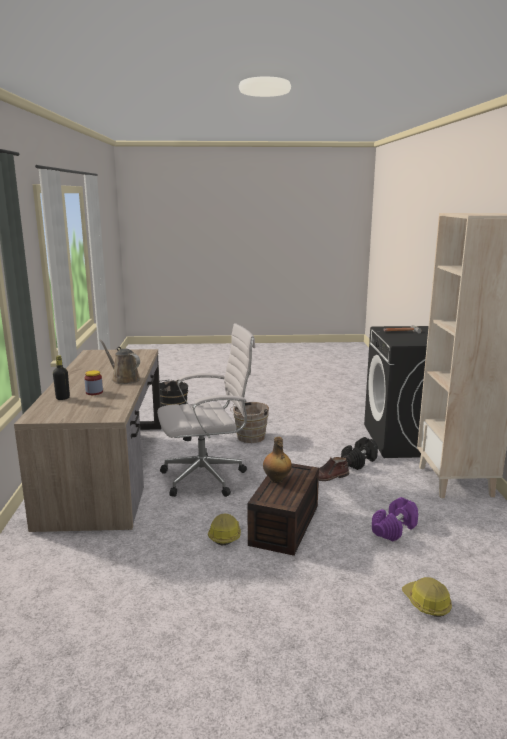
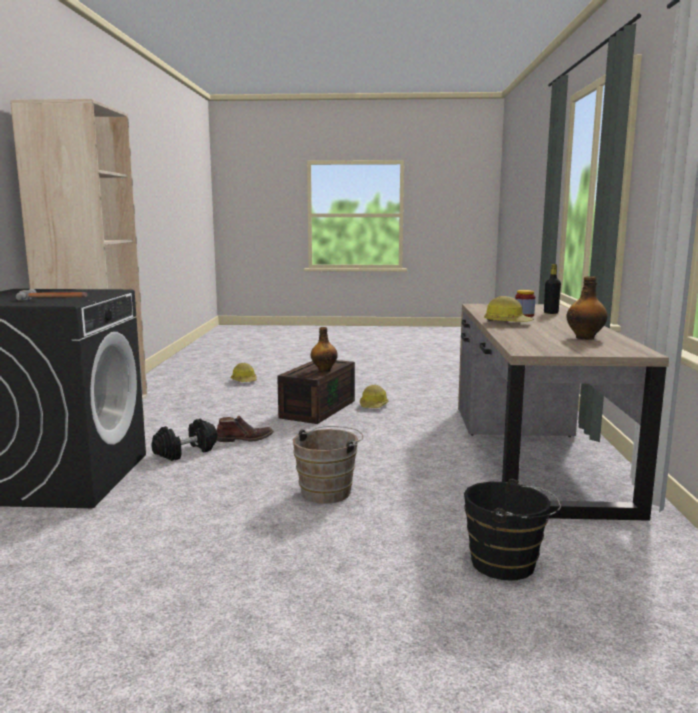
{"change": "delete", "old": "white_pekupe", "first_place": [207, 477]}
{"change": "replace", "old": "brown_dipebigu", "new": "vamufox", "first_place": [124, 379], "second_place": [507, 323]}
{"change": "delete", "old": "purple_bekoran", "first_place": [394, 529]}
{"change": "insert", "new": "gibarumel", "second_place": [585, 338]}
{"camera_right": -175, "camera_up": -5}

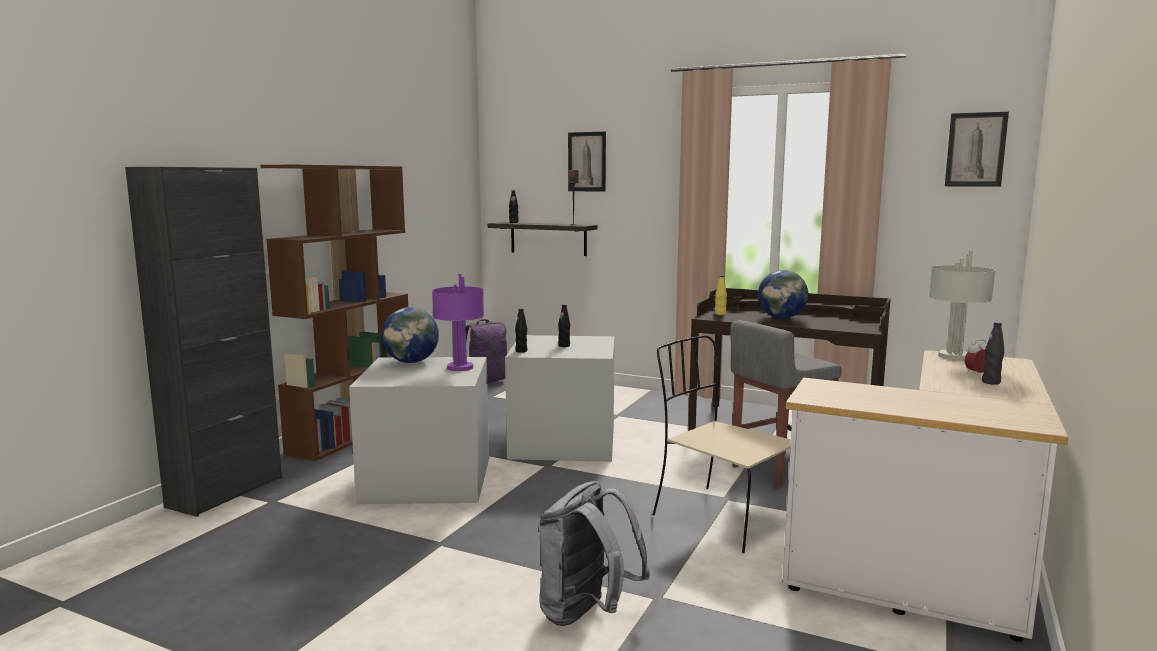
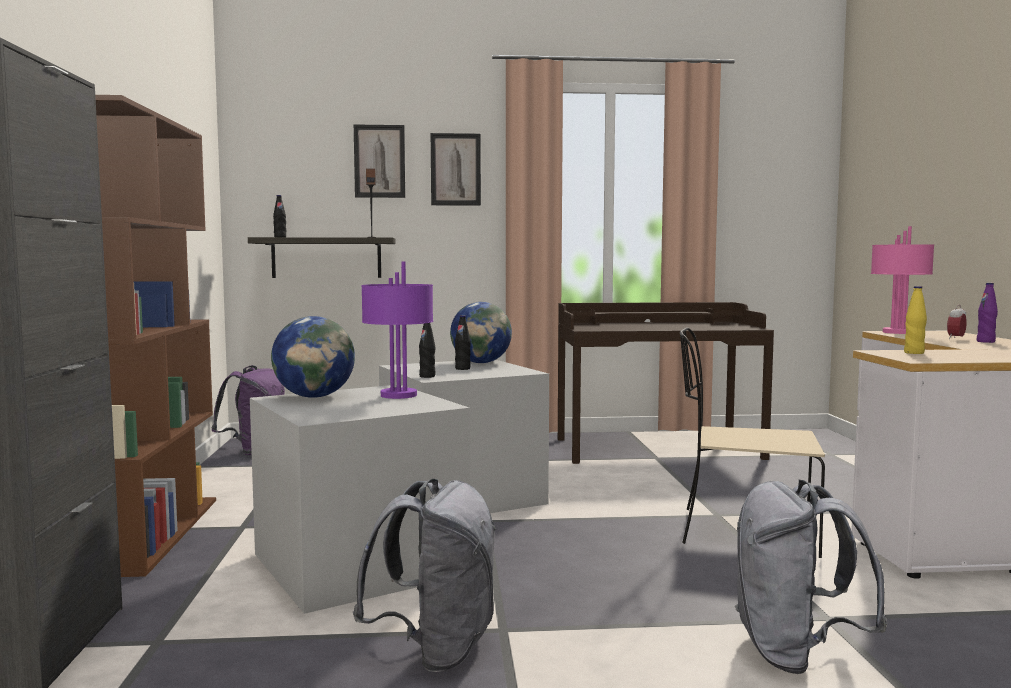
{"change": "move", "old": "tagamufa", "first_place": [975, 149], "second_place": [455, 169]}
{"change": "recolor", "old": "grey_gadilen", "new": "pink_gadilen", "first_place": [953, 357], "second_place": [897, 332]}
{"change": "move", "old": "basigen", "first_place": [781, 318], "second_place": [481, 362]}
{"change": "move", "old": "yellow_gibarumel", "first_place": [720, 314], "second_place": [914, 353]}
{"change": "delete", "old": "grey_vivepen", "first_place": [779, 470]}
{"change": "recolor", "old": "black_gibarumel", "new": "purple_gibarumel", "first_place": [991, 382], "second_place": [985, 341]}
{"change": "insert", "new": "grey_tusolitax", "second_place": [435, 650]}
{"camera_right": -30, "camera_up": -5}

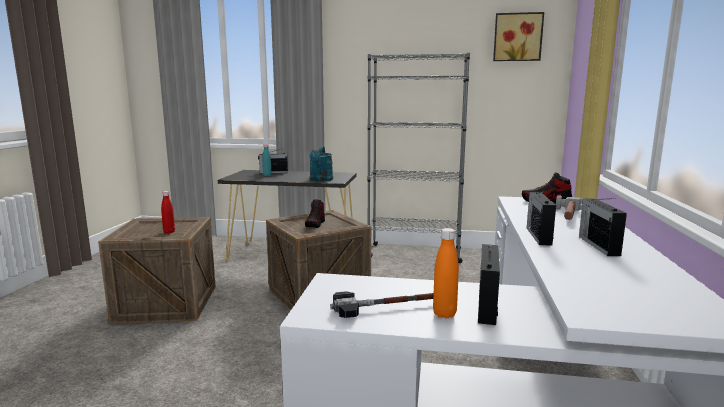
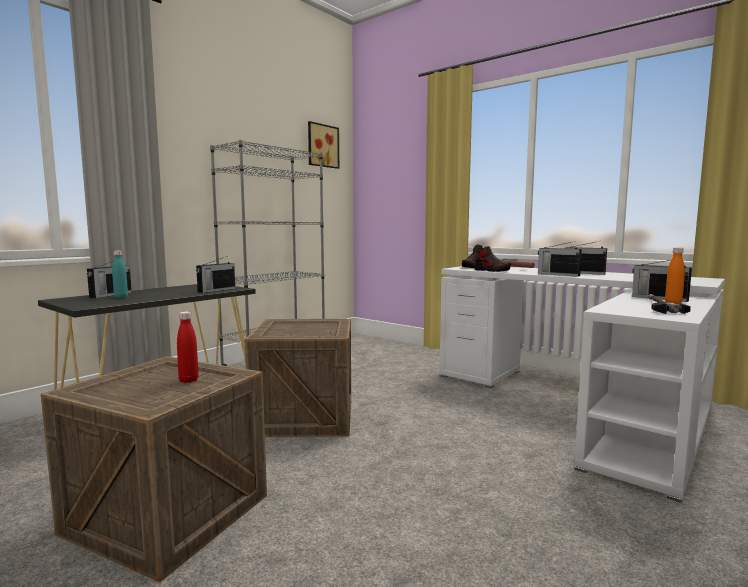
{"change": "replace", "old": "turquoise_dipebigu", "new": "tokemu", "first_place": [321, 180], "second_place": [216, 290]}
{"change": "move", "old": "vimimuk", "first_place": [315, 224], "second_place": [492, 270]}
{"camera_right": -60, "camera_up": -5}

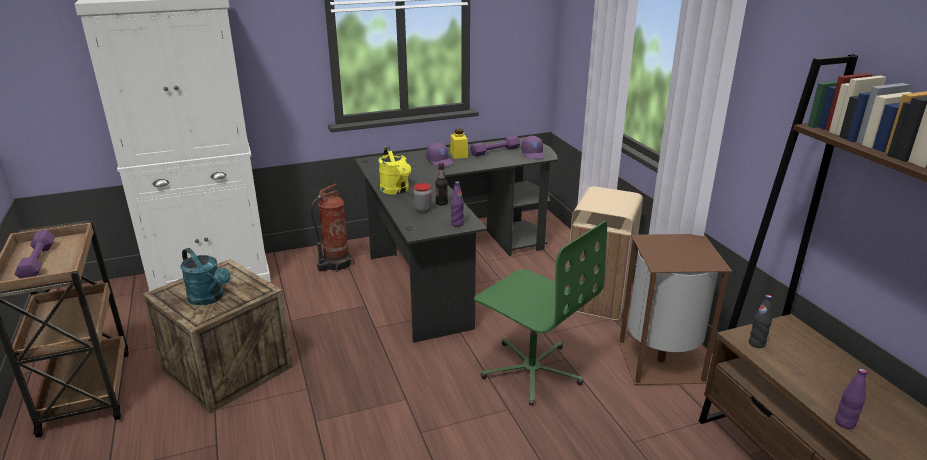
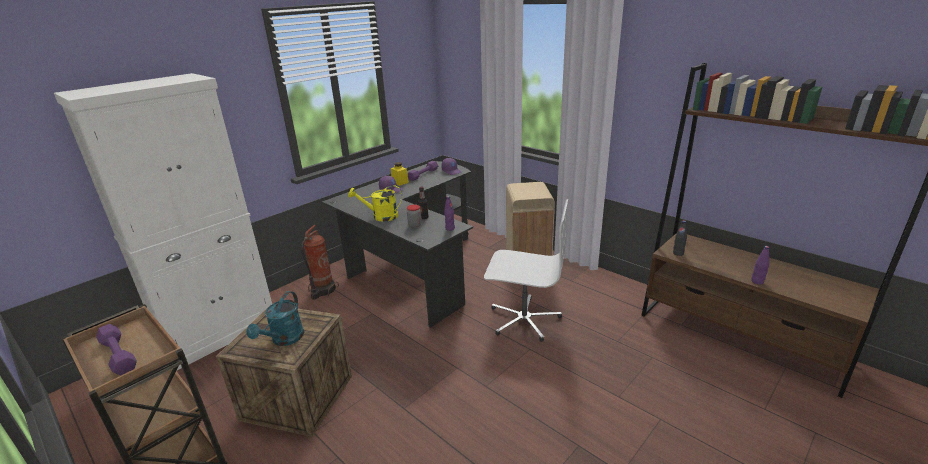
{"change": "rotate", "old": "yellow_dipebigu", "first_place": [396, 190], "second_place": [380, 217], "degrees": 135}
{"change": "recolor", "old": "green_pekupe", "new": "white_pekupe", "first_place": [531, 370], "second_place": [524, 319]}
{"change": "delete", "old": "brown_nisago", "first_place": [662, 362]}
{"change": "rotate", "old": "turquoise_dipebigu", "first_place": [209, 298], "second_place": [284, 340], "degrees": 90}
{"camera_right": -25, "camera_up": 0}

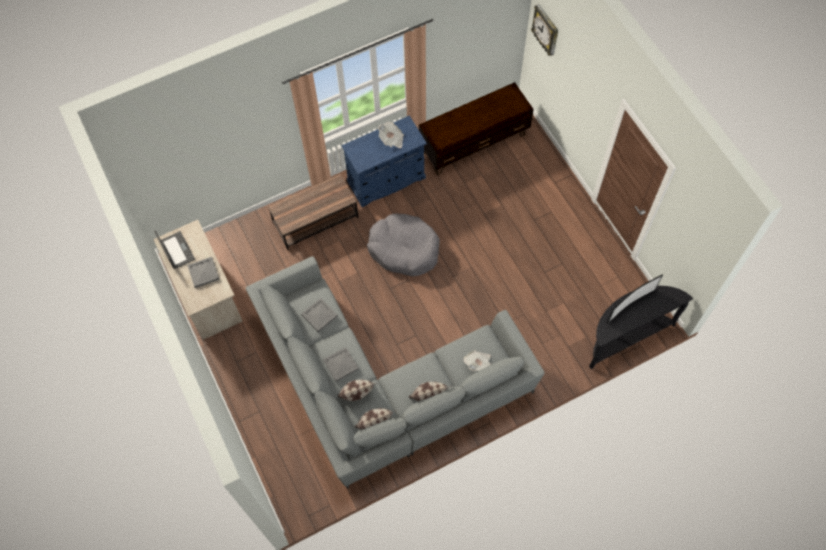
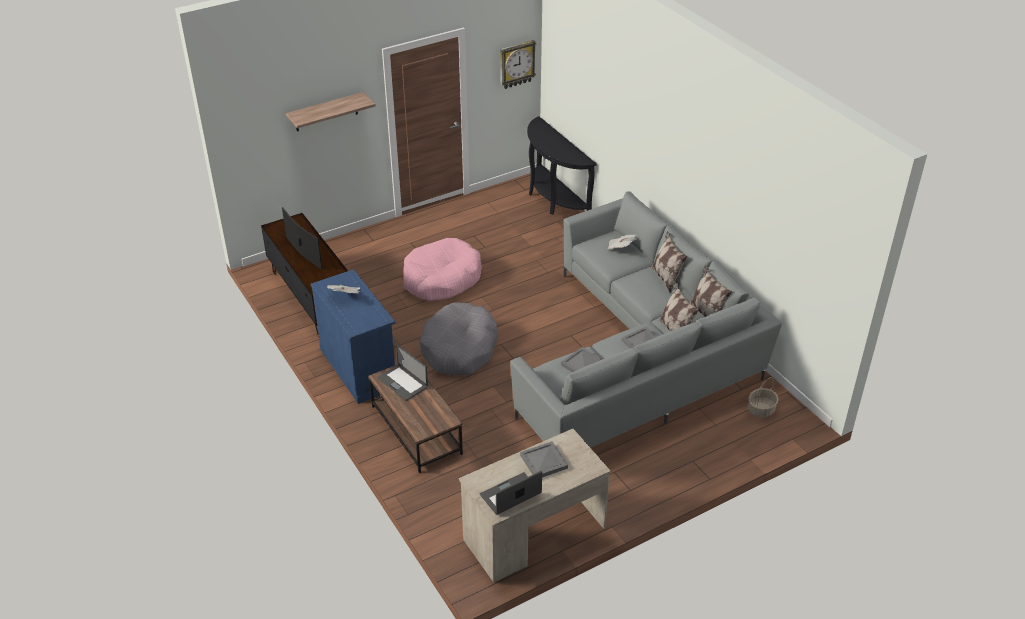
{"change": "move", "old": "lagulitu", "first_place": [546, 31], "second_place": [516, 64]}
{"change": "move", "old": "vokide", "first_place": [629, 304], "second_place": [301, 254]}
{"change": "insert", "new": "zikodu", "second_place": [326, 112]}
{"change": "insert", "new": "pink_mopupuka", "second_place": [441, 279]}
{"change": "insert", "new": "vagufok", "second_place": [403, 382]}
{"change": "insert", "new": "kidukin", "second_place": [761, 410]}
{"camera_right": -95, "camera_up": -25}

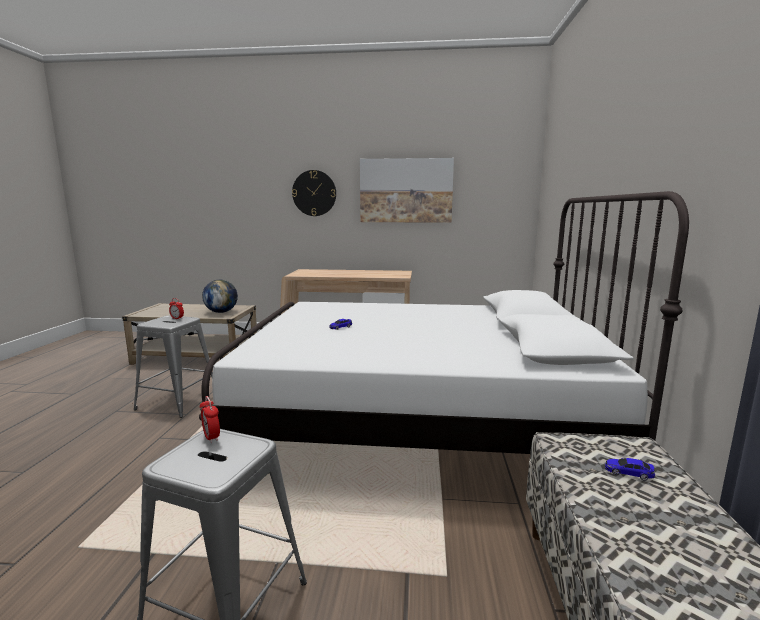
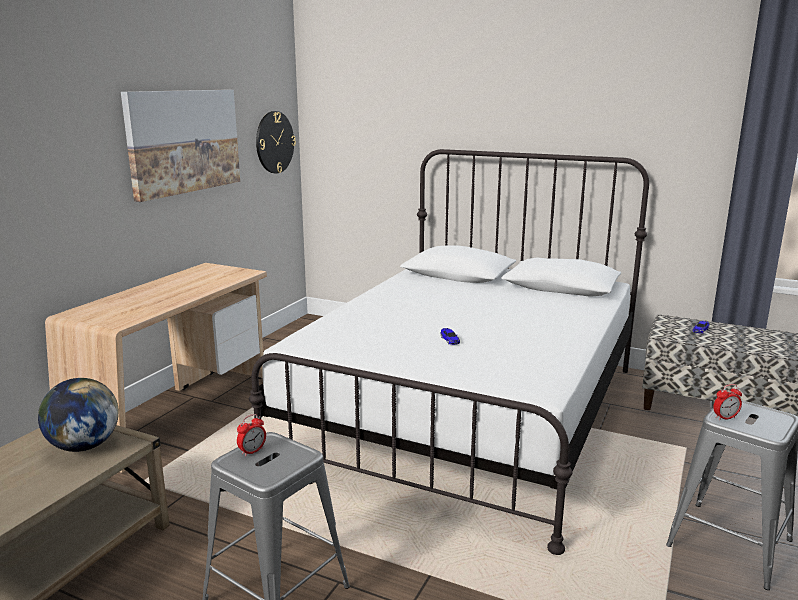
{"change": "move", "old": "lagulitu", "first_place": [314, 193], "second_place": [274, 142]}
{"camera_right": -70, "camera_up": 5}

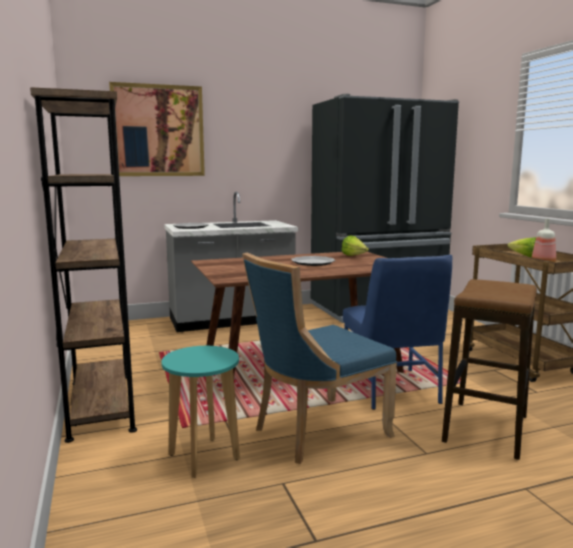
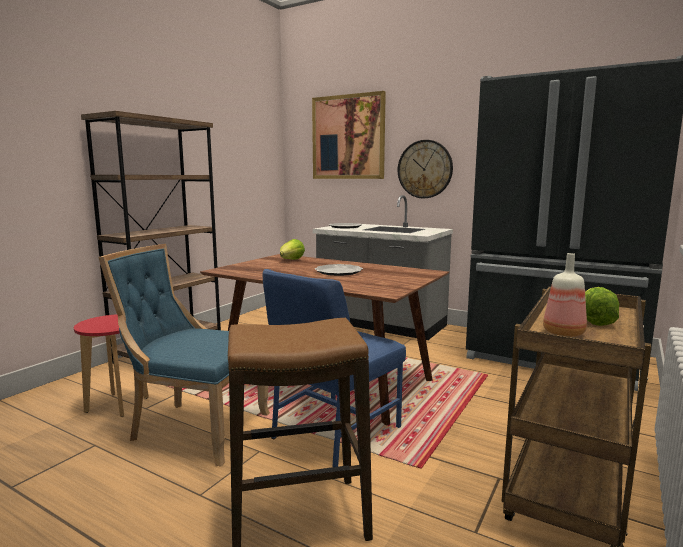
{"change": "move", "old": "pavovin", "first_place": [354, 256], "second_place": [291, 260]}
{"change": "recolor", "old": "turquoise_vivepen", "new": "red_vivepen", "first_place": [203, 457], "second_place": [117, 404]}
{"change": "insert", "new": "lagulitu", "second_place": [425, 169]}
{"camera_right": 50, "camera_up": 0}

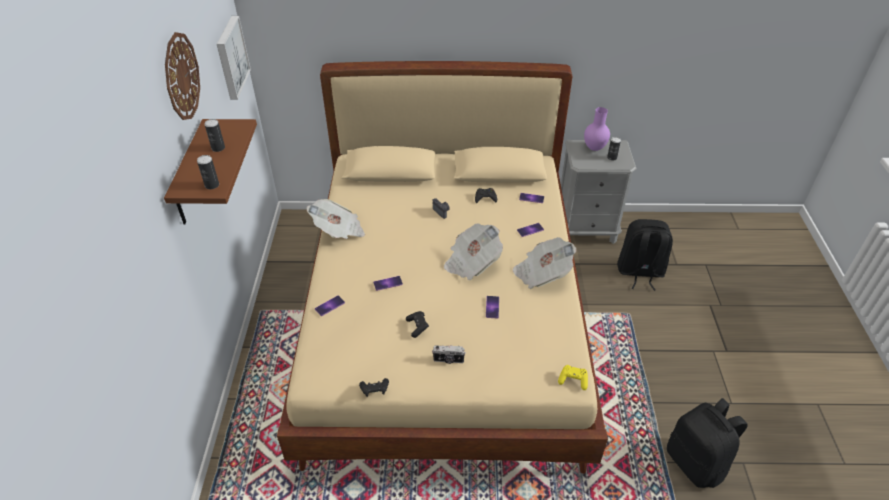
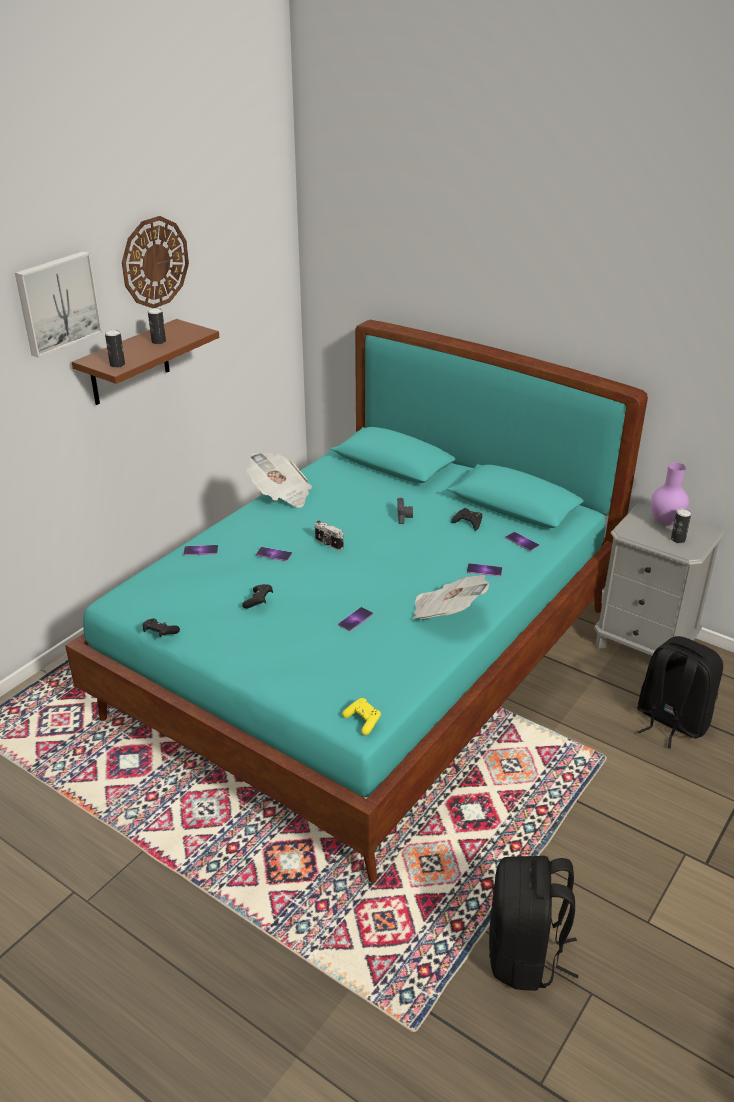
{"change": "move", "old": "tagamufa", "first_place": [230, 57], "second_place": [57, 302]}
{"change": "recolor", "old": "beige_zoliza", "new": "turquoise_zoliza", "first_place": [445, 324], "second_place": [368, 664]}
{"change": "delete", "old": "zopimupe", "first_place": [471, 262]}
{"change": "move", "old": "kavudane", "first_place": [448, 360], "second_place": [328, 544]}
{"camera_right": 35, "camera_up": -10}

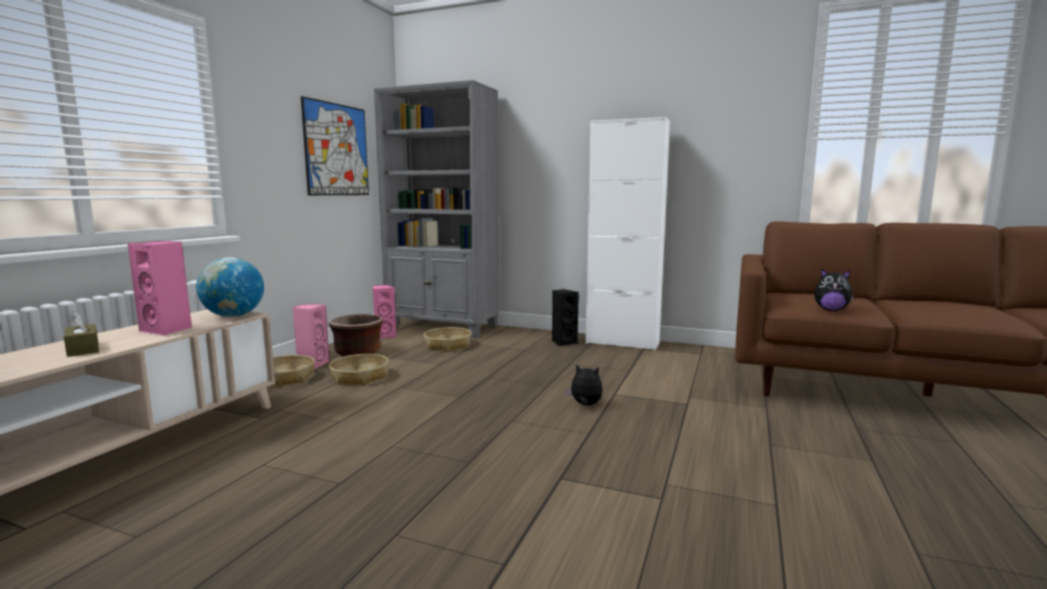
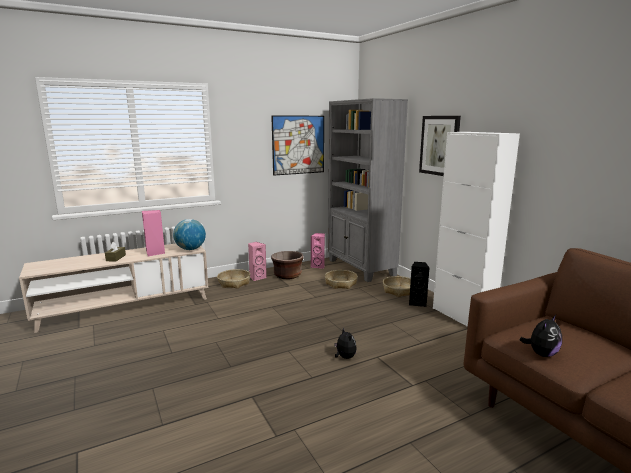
{"change": "rotate", "old": "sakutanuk", "first_place": [831, 310], "second_place": [541, 354], "degrees": -105}
{"change": "move", "old": "kidukin", "first_place": [360, 377], "second_place": [399, 291]}
{"change": "insert", "new": "tagamufa", "second_place": [439, 145]}
{"camera_right": 40, "camera_up": 5}

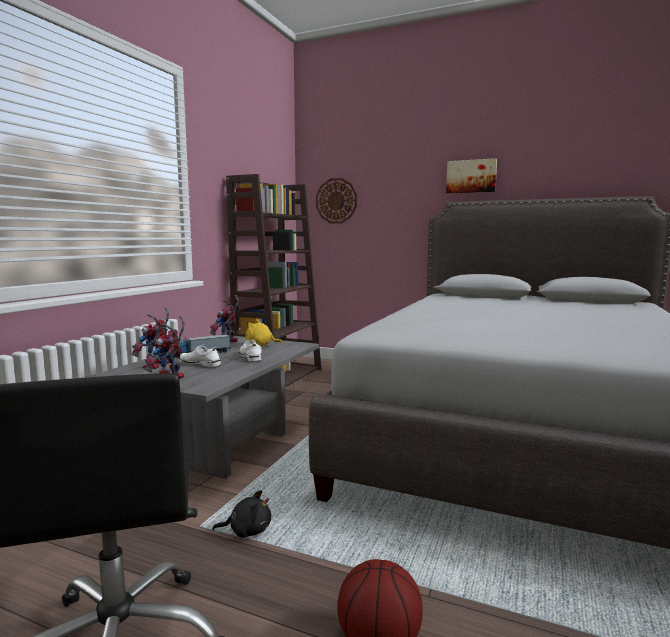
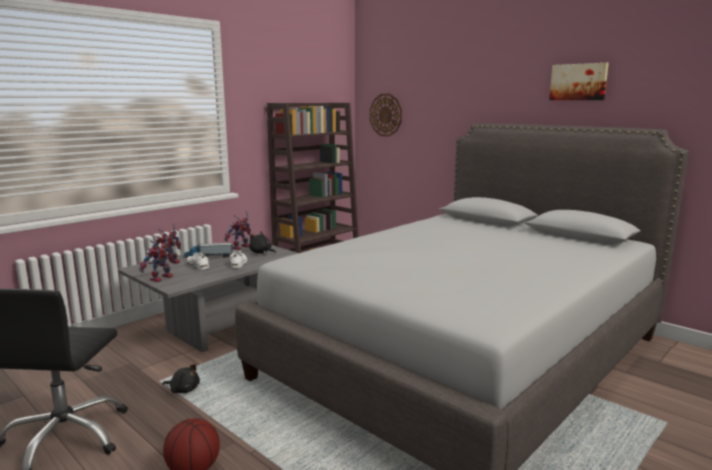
{"change": "move", "old": "tagamufa", "first_place": [471, 176], "second_place": [578, 82]}
{"change": "recolor", "old": "yellow_sakutanuk", "new": "black_sakutanuk", "first_place": [261, 345], "second_place": [261, 252]}
{"camera_right": 20, "camera_up": 5}

